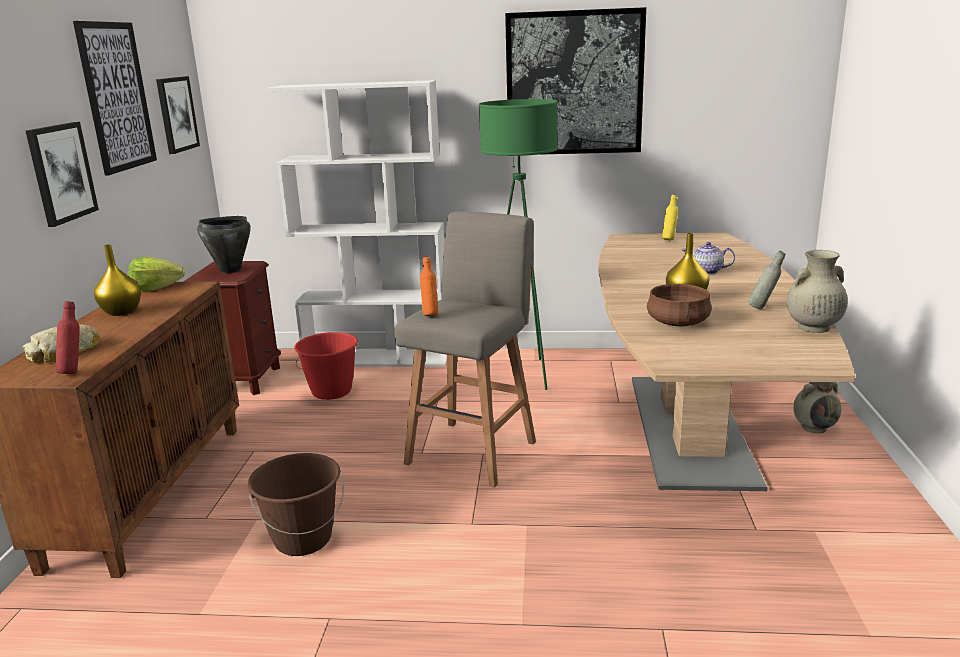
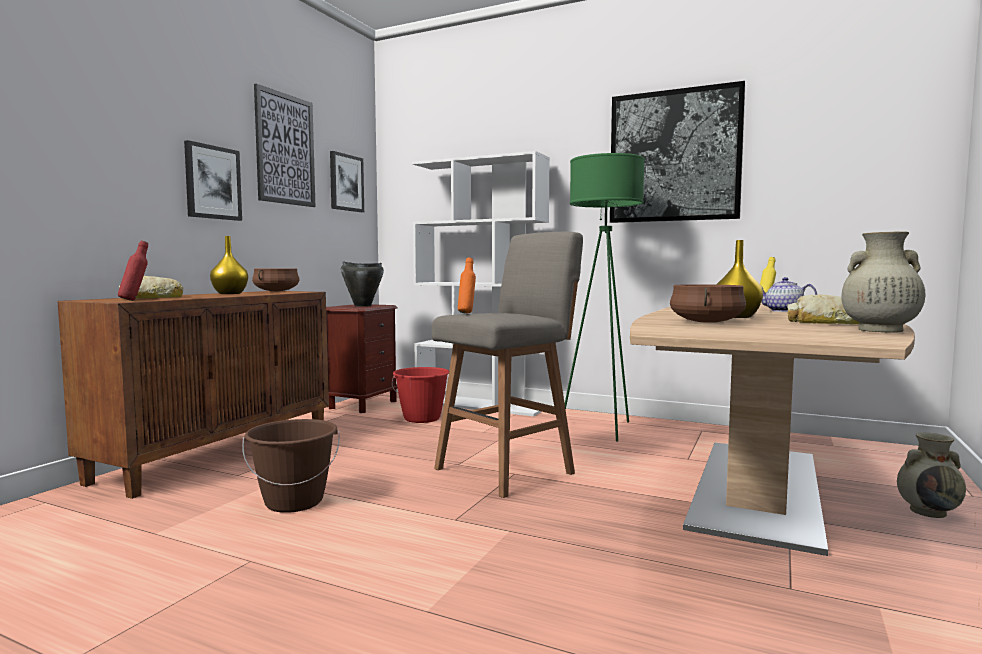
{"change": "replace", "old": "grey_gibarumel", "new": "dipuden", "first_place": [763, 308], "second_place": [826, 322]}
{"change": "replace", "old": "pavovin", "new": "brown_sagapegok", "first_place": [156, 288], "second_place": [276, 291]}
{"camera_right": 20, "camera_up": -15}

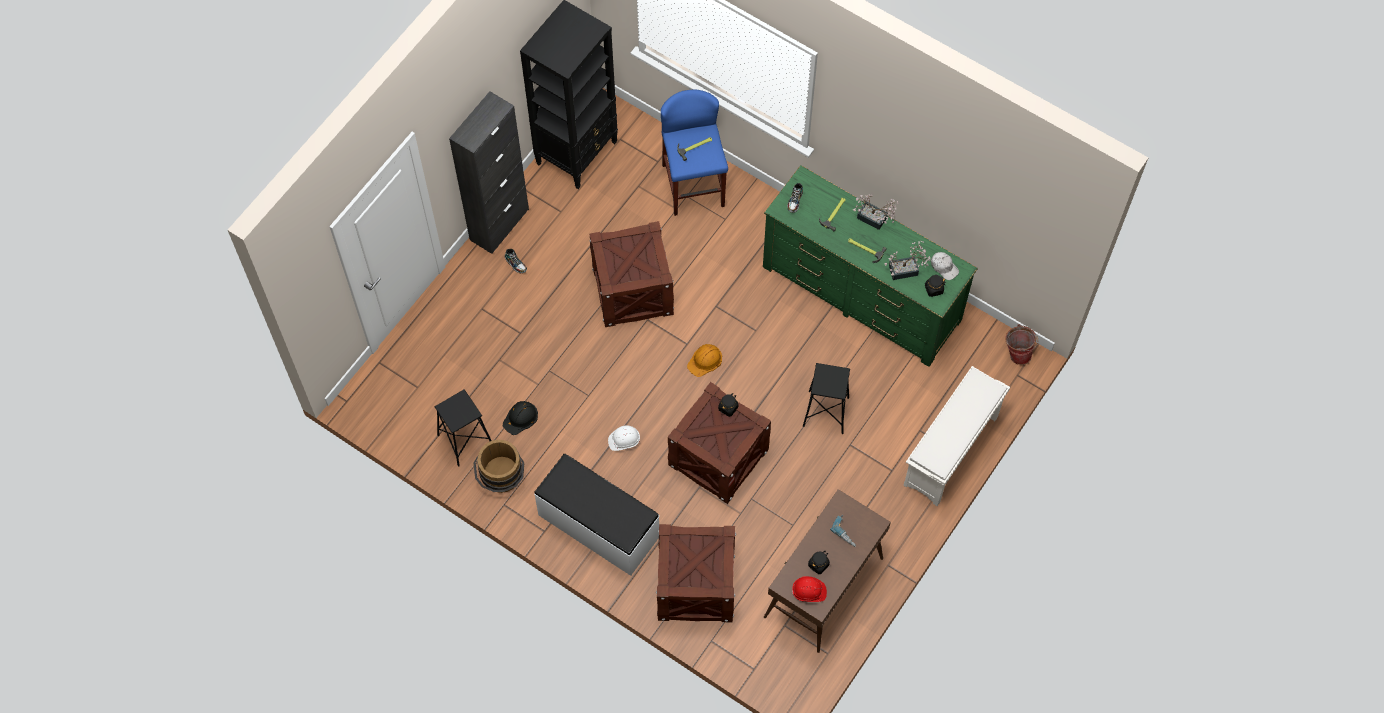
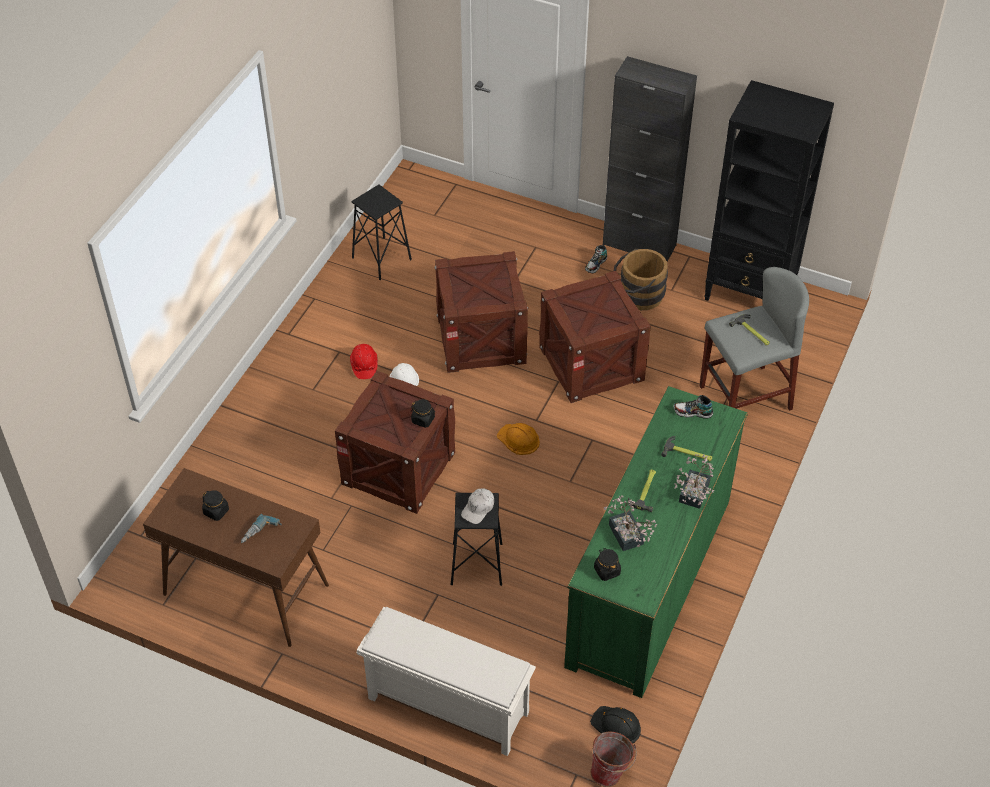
{"change": "recolor", "old": "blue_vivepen", "new": "grey_vivepen", "first_place": [693, 185], "second_place": [745, 397]}
{"change": "move", "old": "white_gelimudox", "first_place": [944, 267], "second_place": [478, 509]}
{"change": "move", "old": "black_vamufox", "first_place": [521, 418], "second_place": [616, 726]}
{"change": "move", "old": "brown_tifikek", "first_place": [501, 478], "second_place": [637, 296]}
{"change": "delete", "old": "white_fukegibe", "first_place": [598, 526]}
{"change": "move", "old": "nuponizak", "first_place": [695, 586], "second_place": [481, 339]}
{"change": "move", "old": "red_vamufox", "first_place": [809, 592], "second_place": [364, 366]}
{"camera_right": 80, "camera_up": -15}

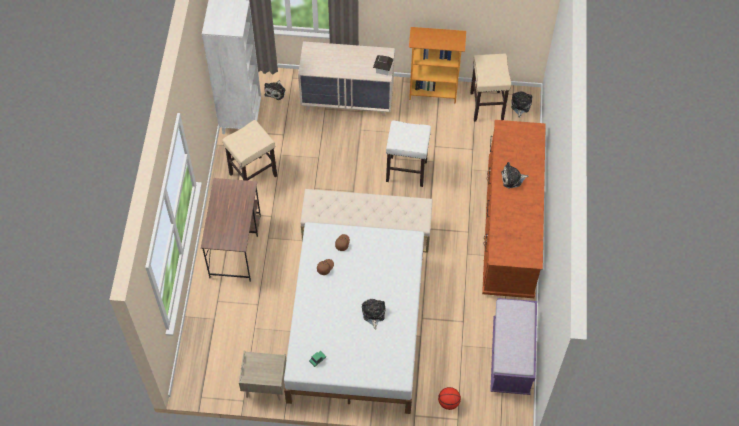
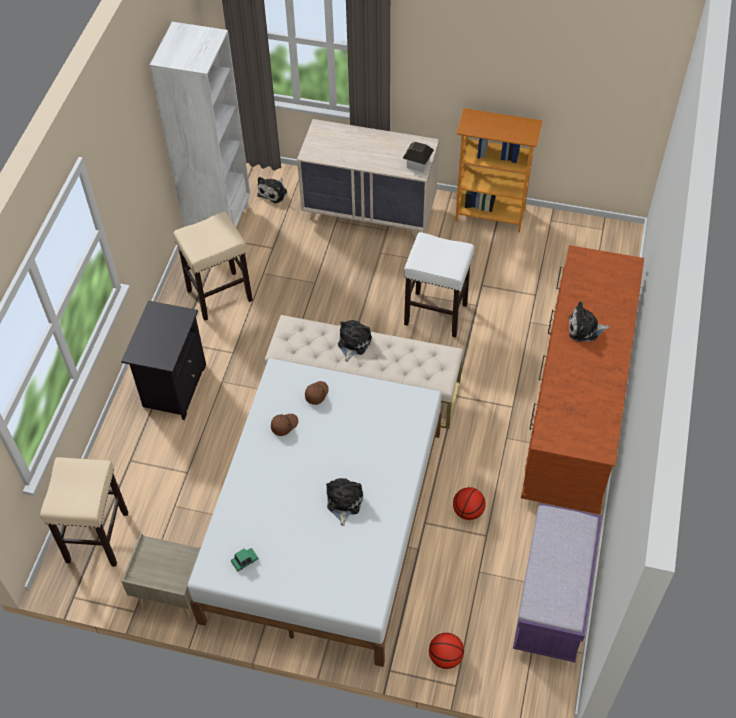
{"change": "move", "old": "beige_vivepen", "first_place": [486, 105], "second_place": [97, 536]}
{"change": "move", "old": "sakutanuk", "first_place": [520, 105], "second_place": [353, 343]}
{"change": "replace", "old": "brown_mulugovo", "new": "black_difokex", "first_place": [235, 245], "second_place": [173, 387]}
{"change": "insert", "new": "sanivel", "second_place": [468, 511]}
{"camera_right": 10, "camera_up": -5}

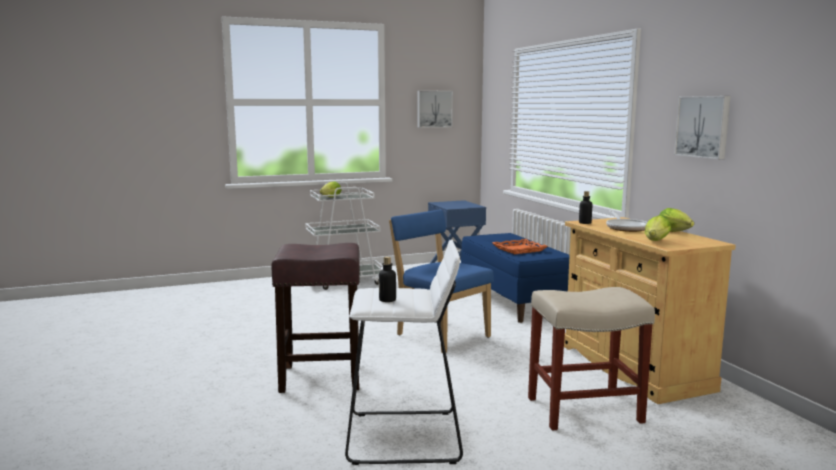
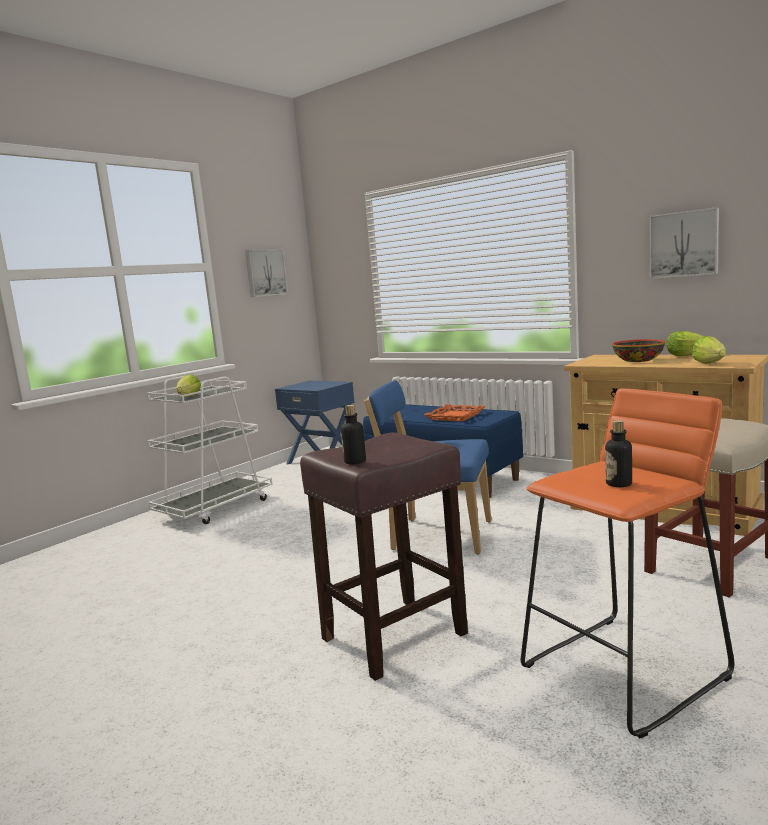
{"change": "move", "old": "gibarumel", "first_place": [585, 223], "second_place": [355, 461]}
{"change": "replace", "old": "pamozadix", "new": "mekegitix", "first_place": [626, 228], "second_place": [637, 360]}
{"change": "recolor", "old": "white_vivepen", "new": "orange_vivepen", "first_place": [405, 437], "second_place": [626, 671]}
{"camera_right": -30, "camera_up": 0}

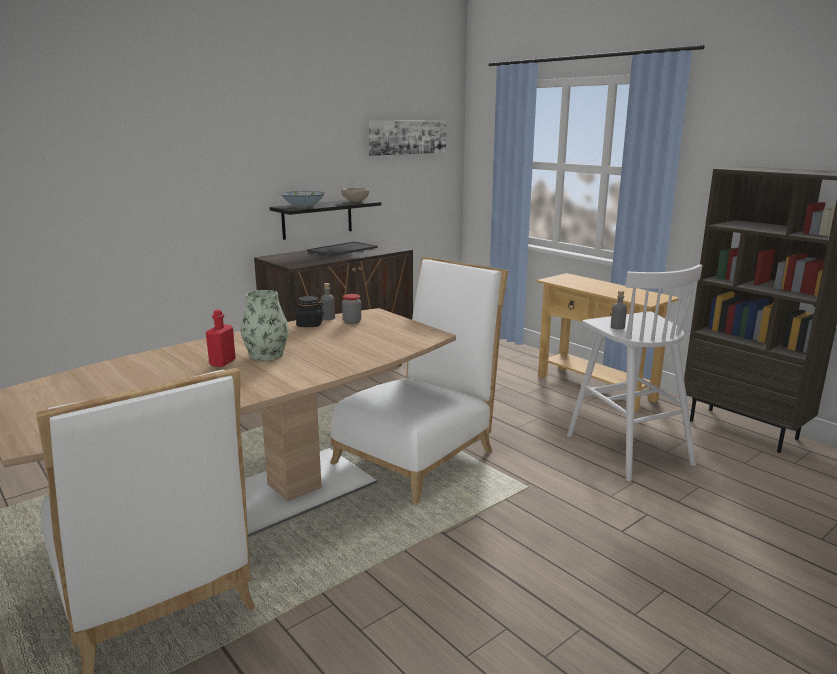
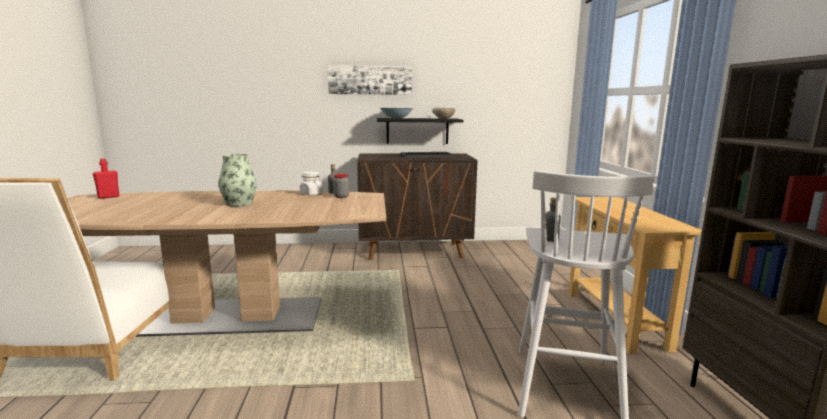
{"change": "move", "old": "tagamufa", "first_place": [407, 137], "second_place": [370, 80]}
{"change": "delete", "old": "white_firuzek", "first_place": [420, 454]}
{"change": "recolor", "old": "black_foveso", "new": "white_foveso", "first_place": [309, 325], "second_place": [311, 194]}
{"change": "move", "old": "red_gibarumel", "first_place": [222, 362], "second_place": [108, 197]}
{"camera_right": 35, "camera_up": -5}

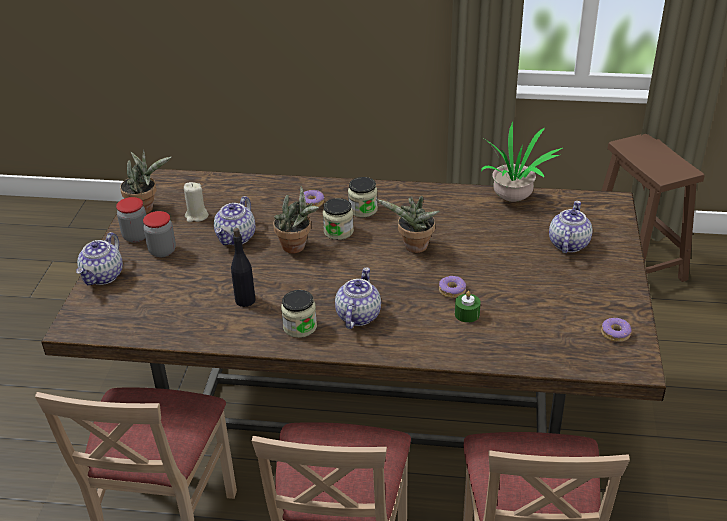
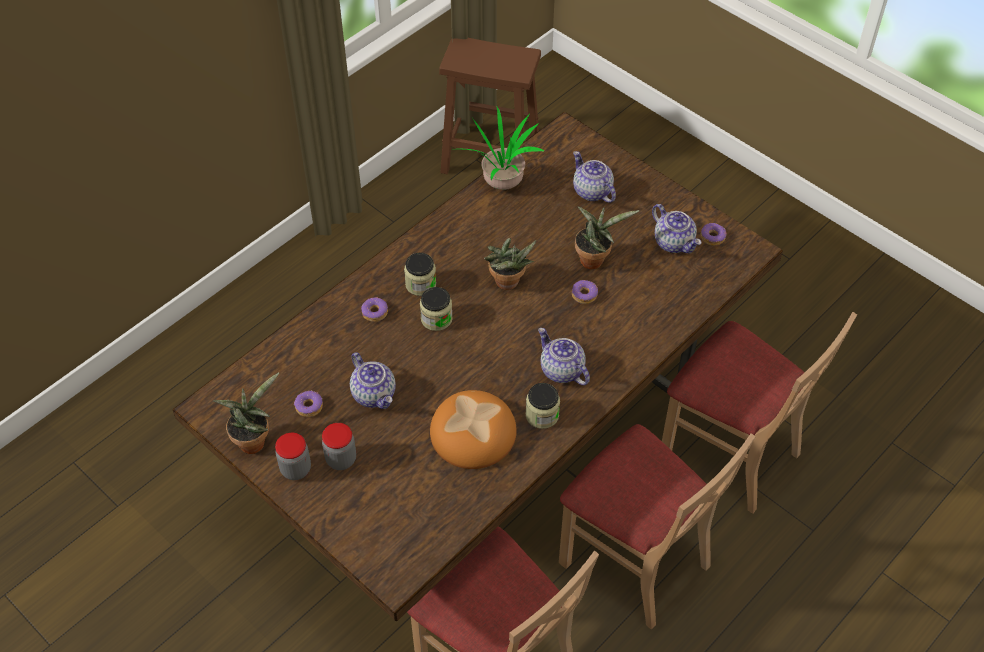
{"change": "replace", "old": "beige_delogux", "new": "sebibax", "first_place": [196, 216], "second_place": [308, 407]}
{"change": "move", "old": "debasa", "first_place": [297, 247], "second_place": [594, 259]}
{"change": "replace", "old": "black_gibarumel", "new": "dipuden", "first_place": [245, 300], "second_place": [473, 434]}
{"change": "move", "old": "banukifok", "first_place": [103, 276], "second_place": [674, 242]}
{"change": "delete", "old": "green_delogux", "first_place": [467, 314]}
{"camera_right": -55, "camera_up": 15}

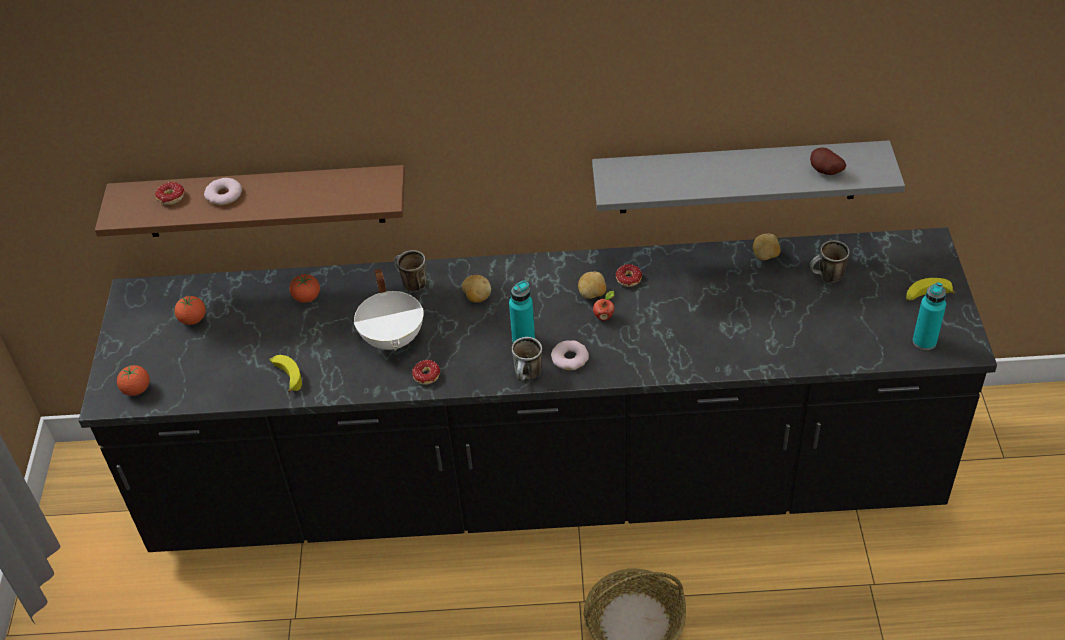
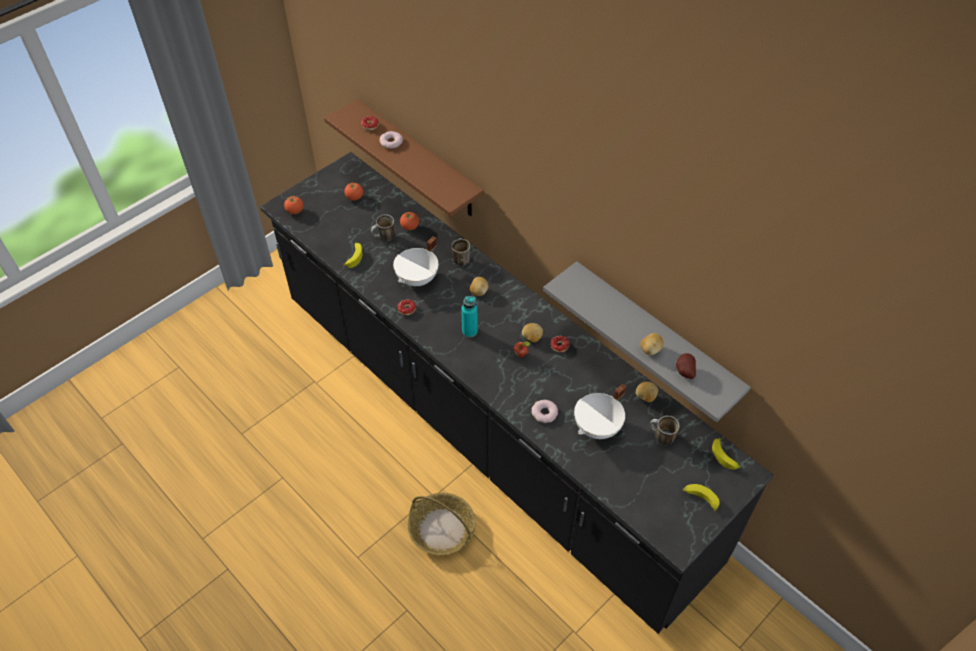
{"change": "delete", "old": "turquoise_gibarumel", "first_place": [924, 341]}
{"change": "move", "old": "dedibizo", "first_place": [528, 376], "second_place": [384, 238]}
{"change": "move", "old": "sebibax", "first_place": [570, 358], "second_place": [544, 413]}
{"change": "insert", "new": "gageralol", "second_place": [650, 350]}
{"change": "insert", "new": "white_sagapegok", "second_place": [598, 427]}
{"change": "insert", "new": "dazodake", "second_place": [724, 457]}
{"camera_right": 45, "camera_up": 5}

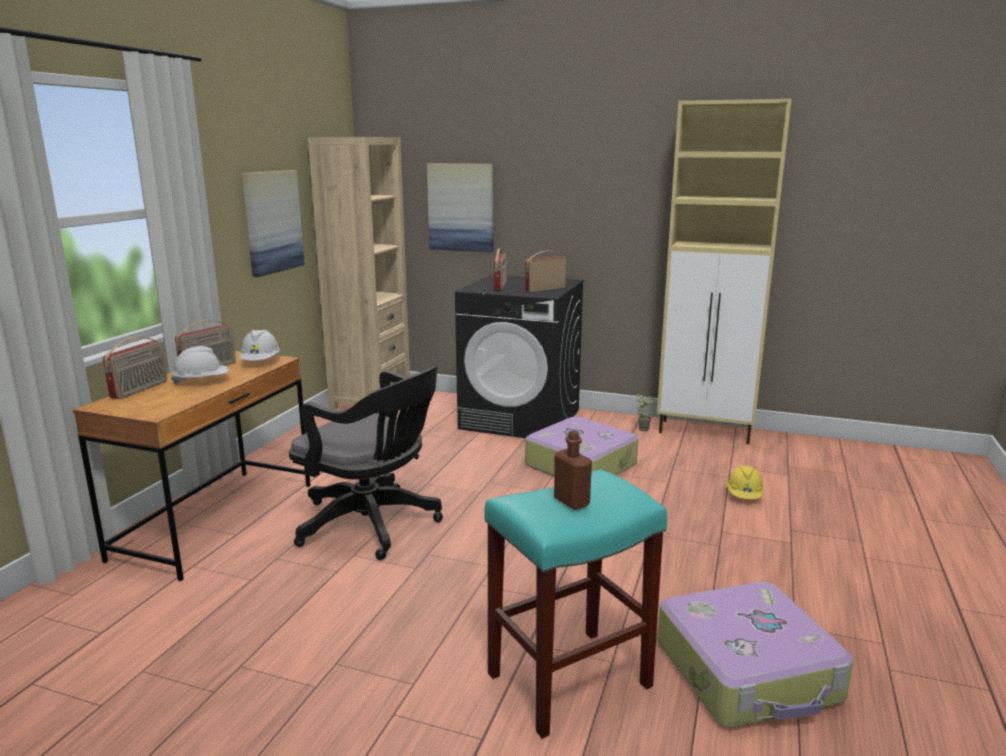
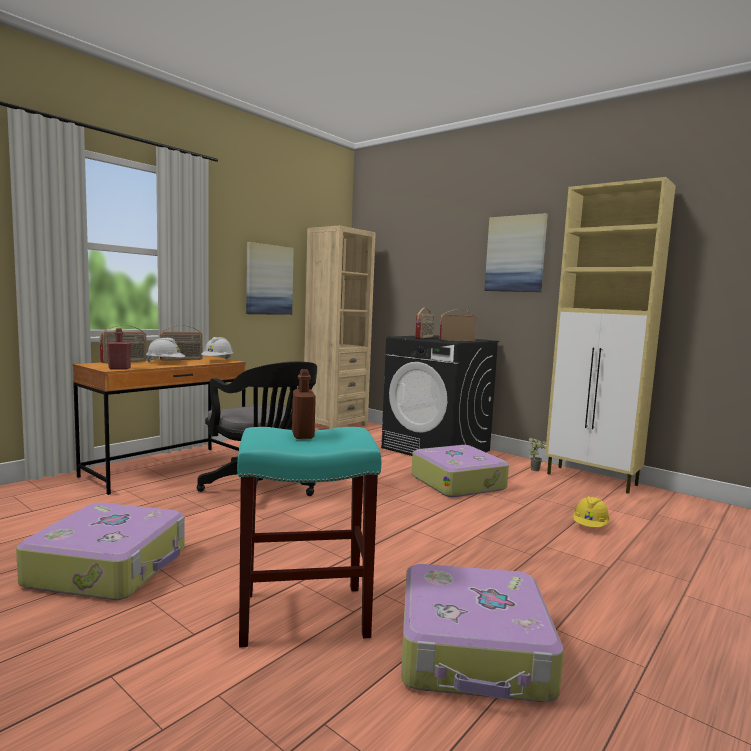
{"change": "move", "old": "tagamufa", "first_place": [461, 207], "second_place": [515, 254]}
{"change": "insert", "new": "red_gibarumel", "second_place": [119, 368]}
{"change": "insert", "new": "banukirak", "second_place": [110, 567]}
{"camera_right": 20, "camera_up": -10}

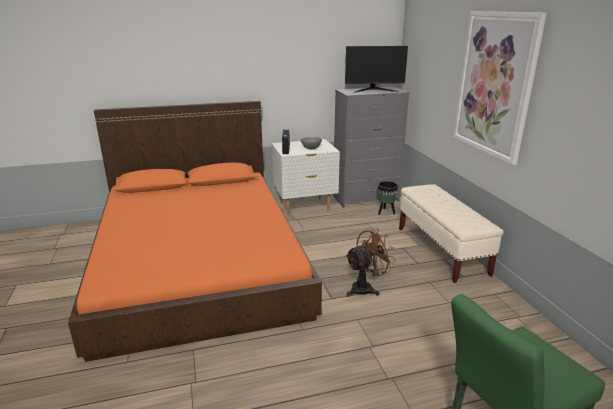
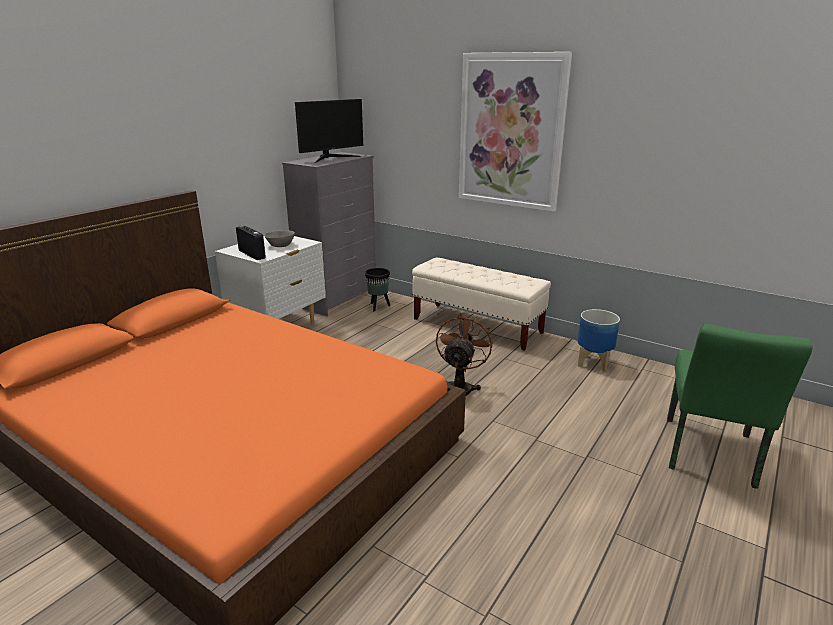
{"change": "insert", "new": "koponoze", "second_place": [592, 363]}
{"camera_right": -40, "camera_up": 0}

